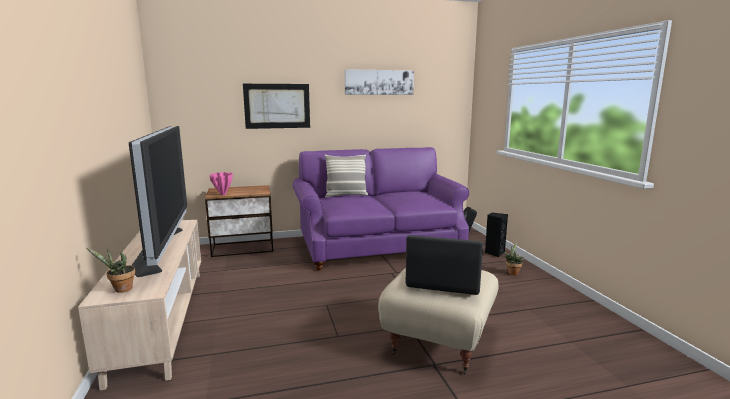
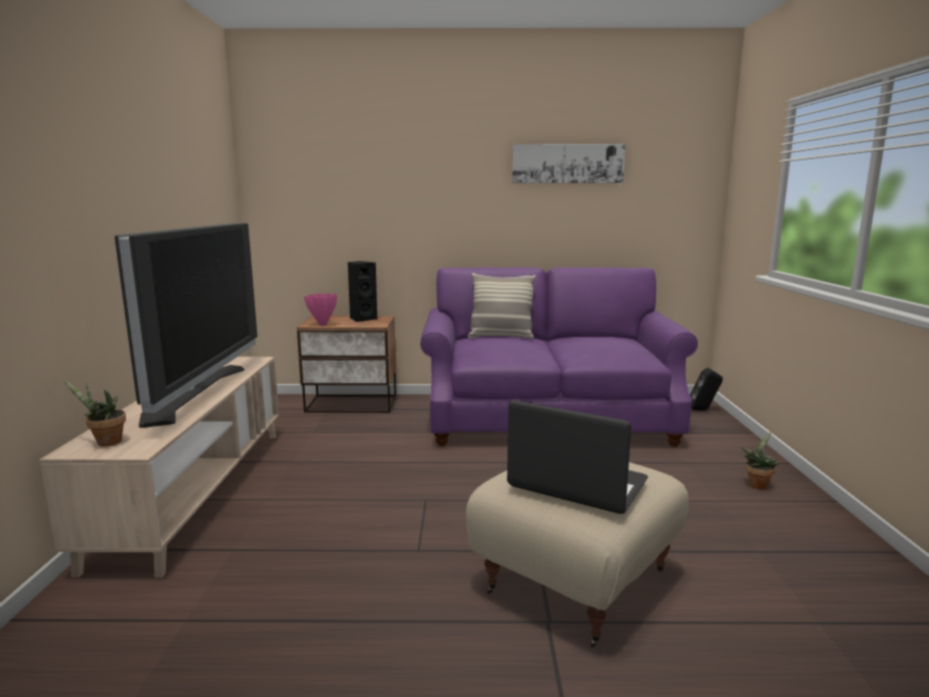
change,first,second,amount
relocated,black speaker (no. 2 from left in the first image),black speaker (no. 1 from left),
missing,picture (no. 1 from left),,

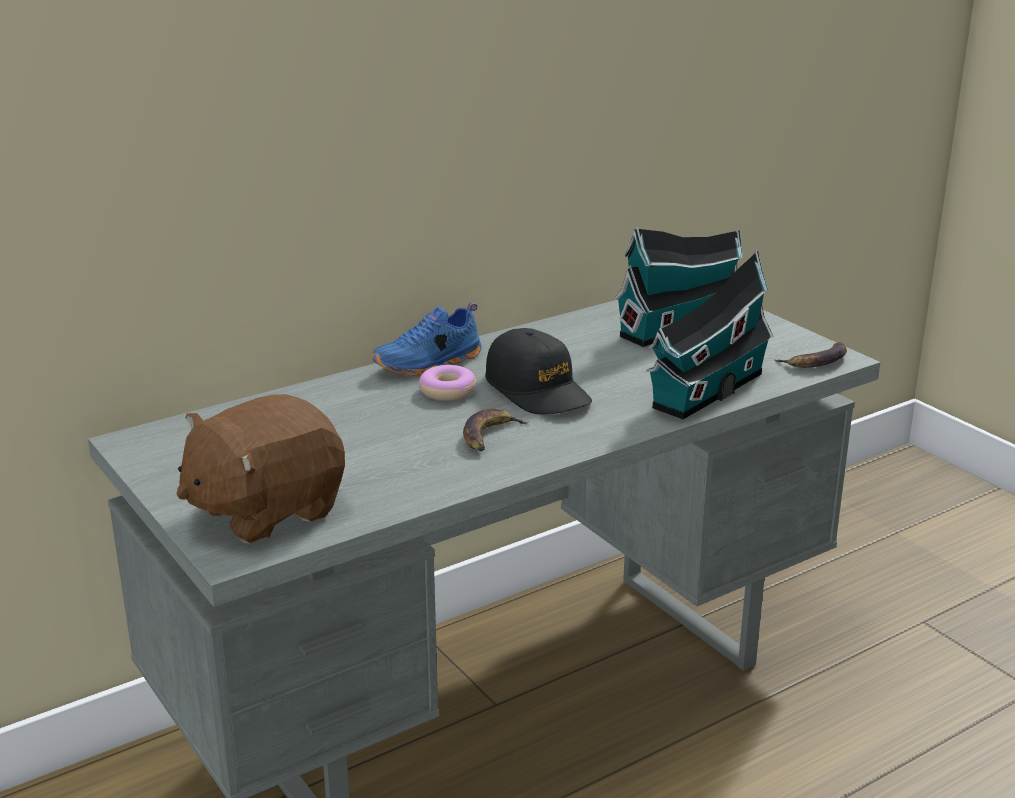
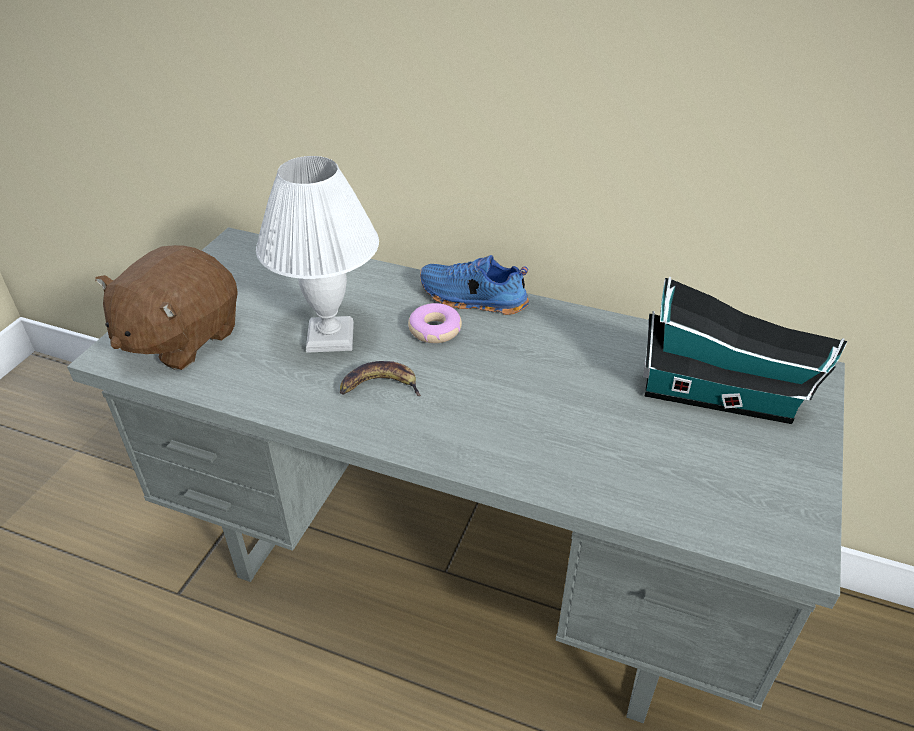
change,first,second,amount
spun,brown plush toy,,75 degrees counterclockwise
appeared,,white table lamp,
missing,black cap,,
missing,toy house (no. 2 from left),,
missing,banana (no. 2 from left),,

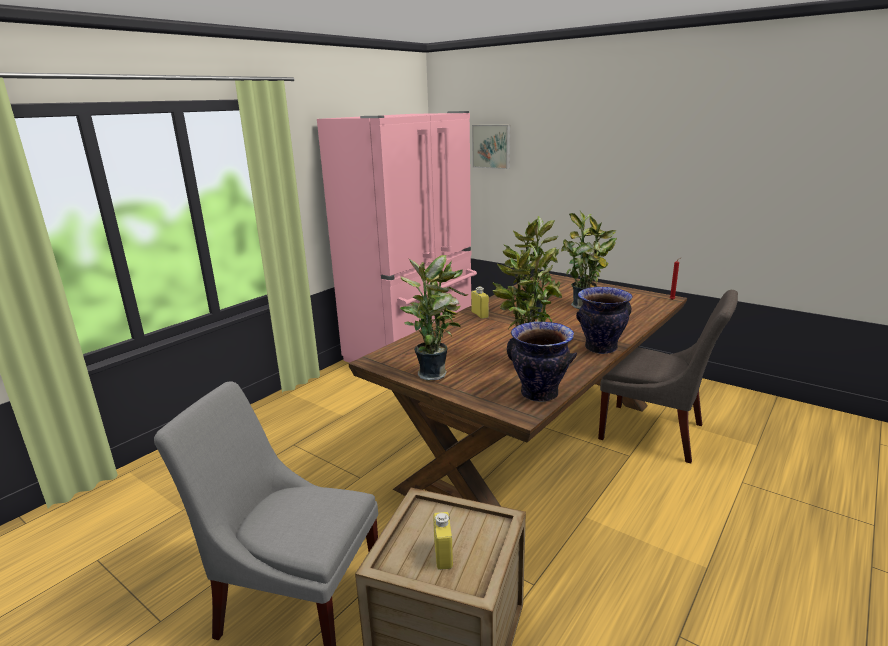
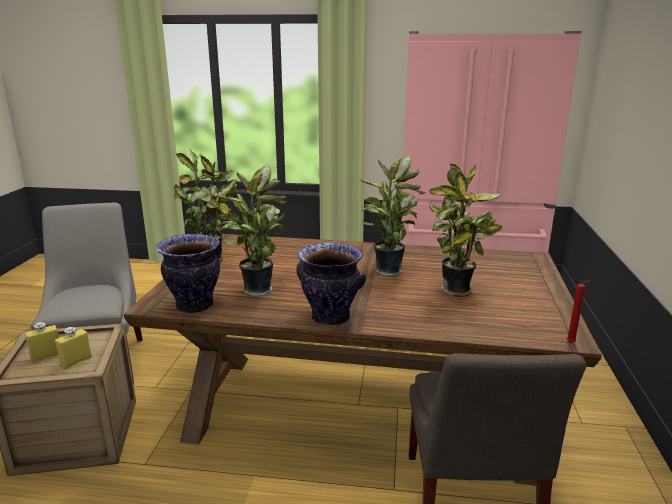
change,first,second,amount
relocated,yellow bottle (no. 2 from left),,
missing,picture,,

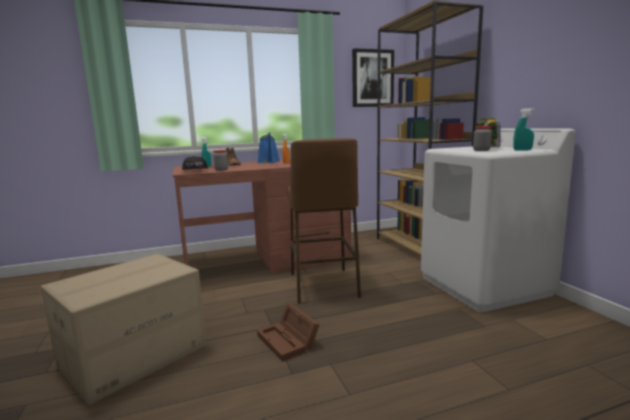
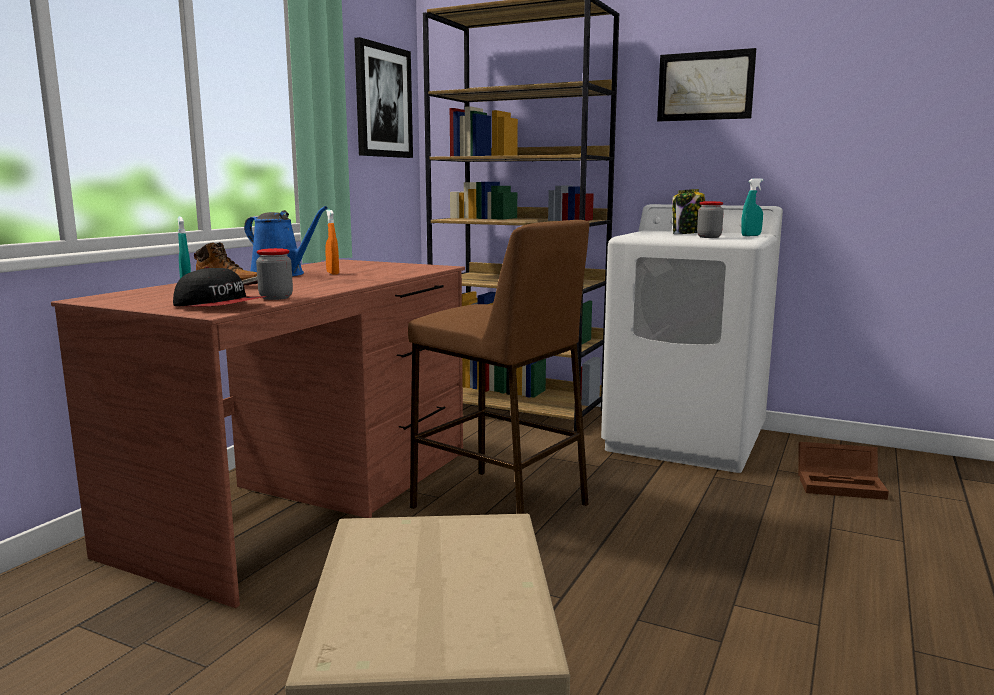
change,first,second,amount
appeared,,picture (no. 2 from left),
relocated,brown storage box,,

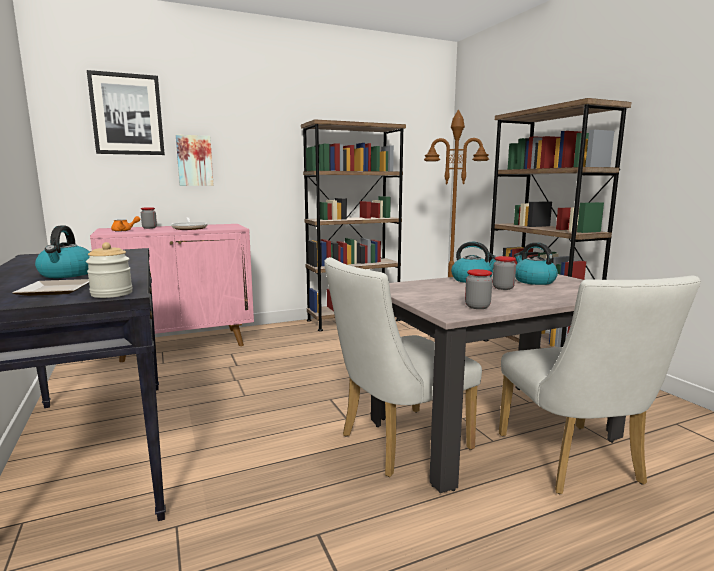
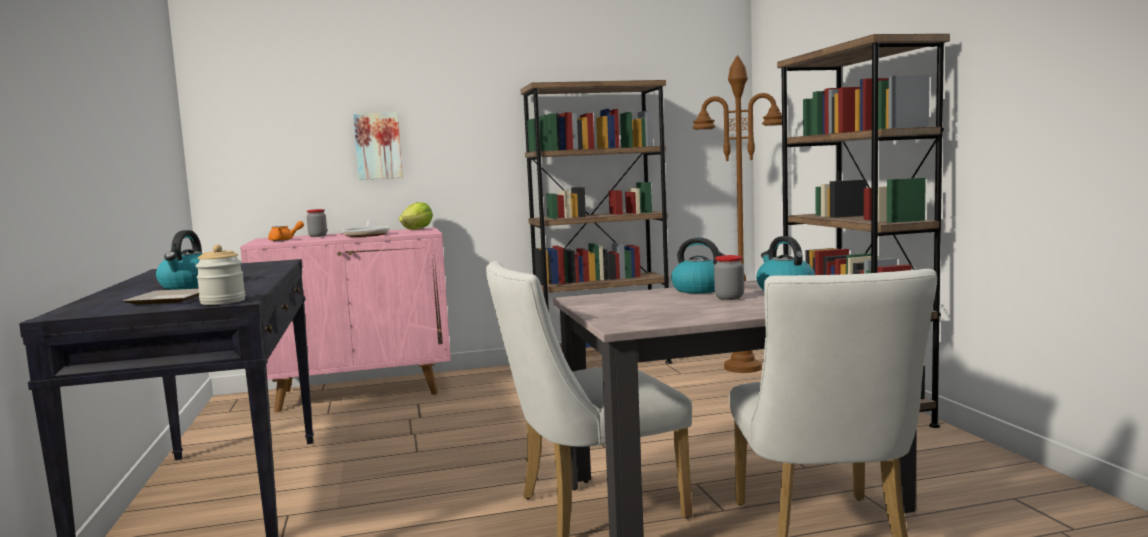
change,first,second,amount
appeared,,lettuce,
missing,picture (no. 1 from left),,
missing,jar (no. 3 from left),,

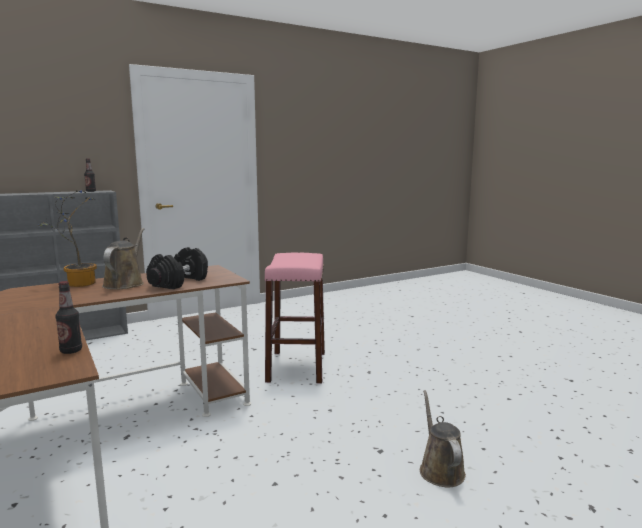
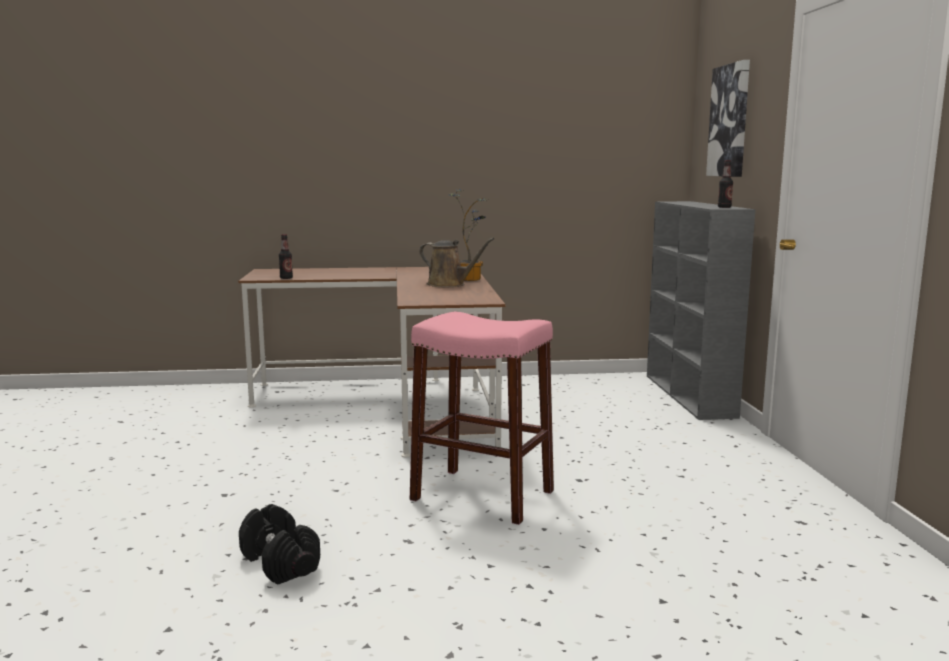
change,first,second,amount
relocated,black dumbbell,,
appeared,,picture,
missing,brown watering can (no. 2 from left),,

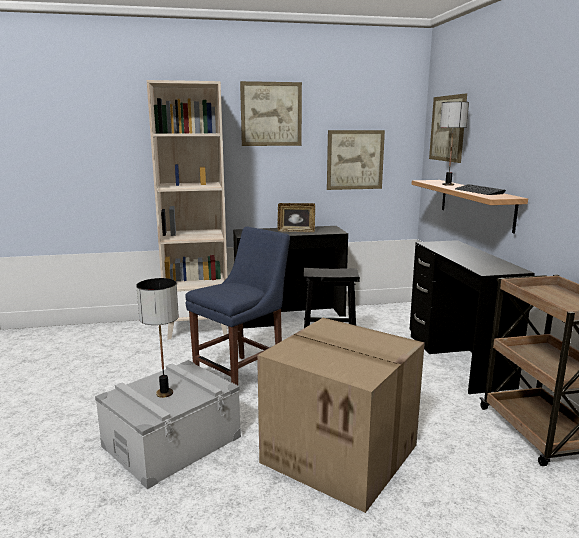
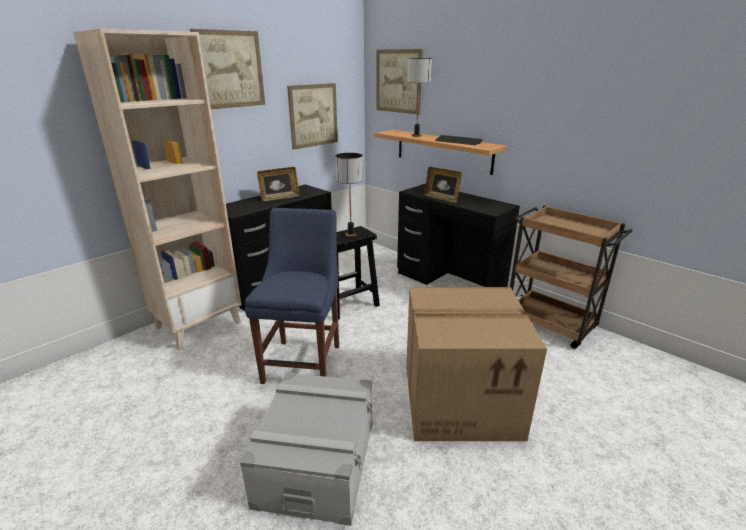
change,first,second,amount
relocated,table lamp (no. 1 from left),,
appeared,,picture frame (no. 2 from left),

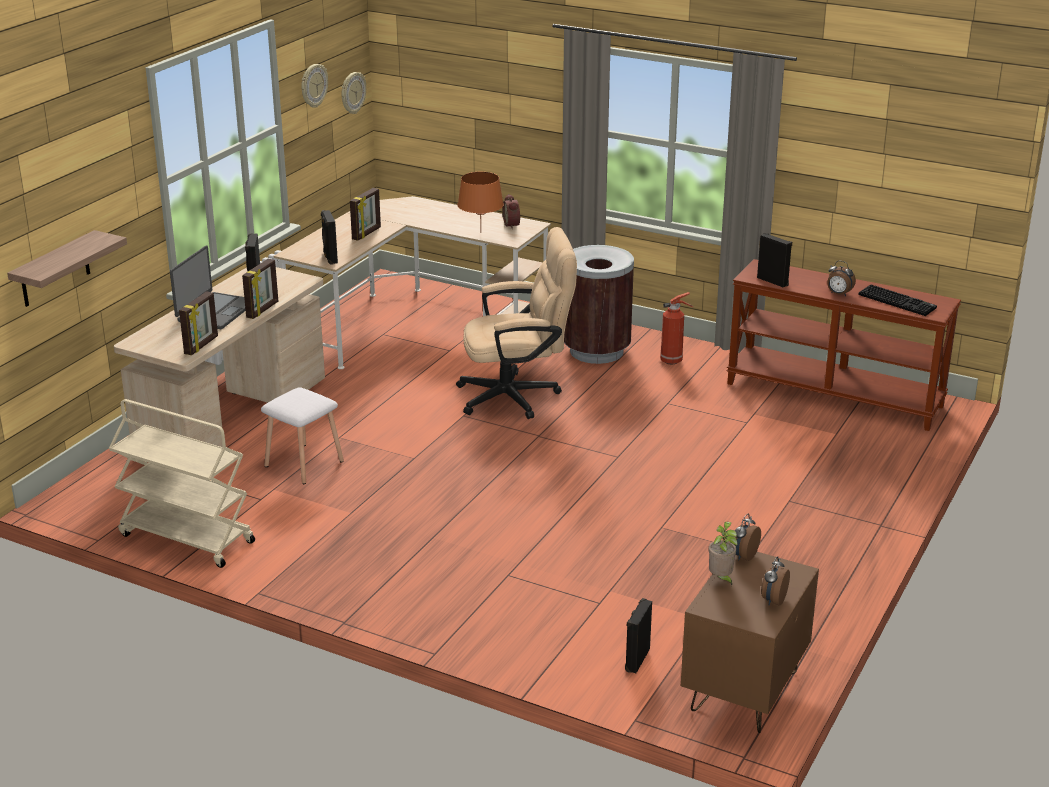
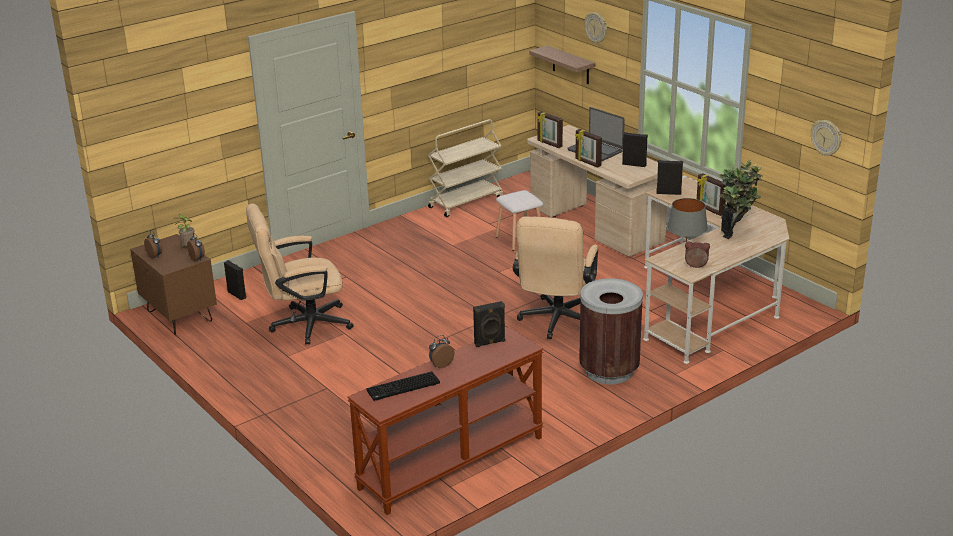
change,first,second,amount
appeared,,beige office chair (no. 1 from left),
relocated,wall clock (no. 1 from left),,
colour,orange table lamp,grey table lamp,
appeared,,potted plant (no. 2 from left),
missing,fire extinguisher,,

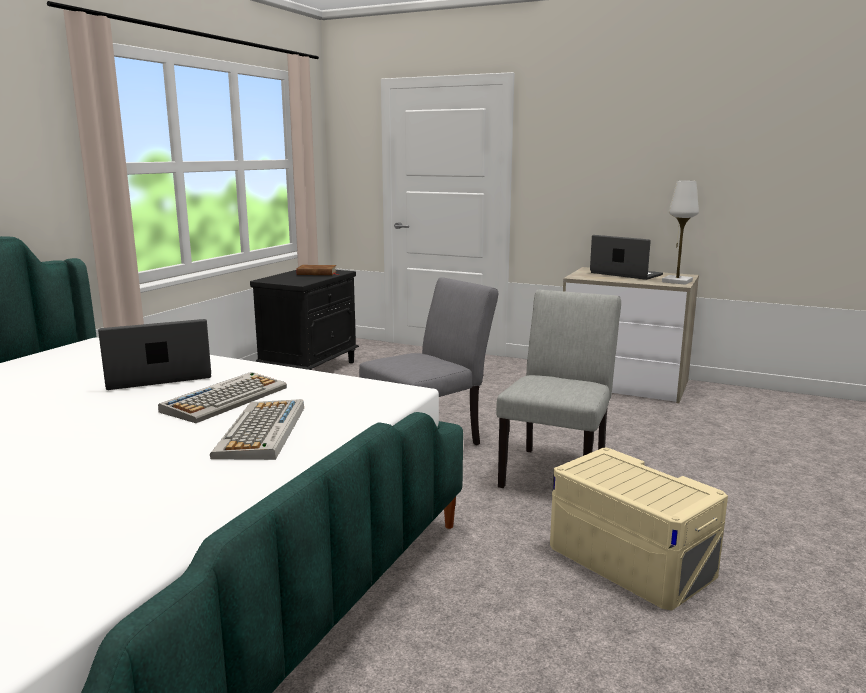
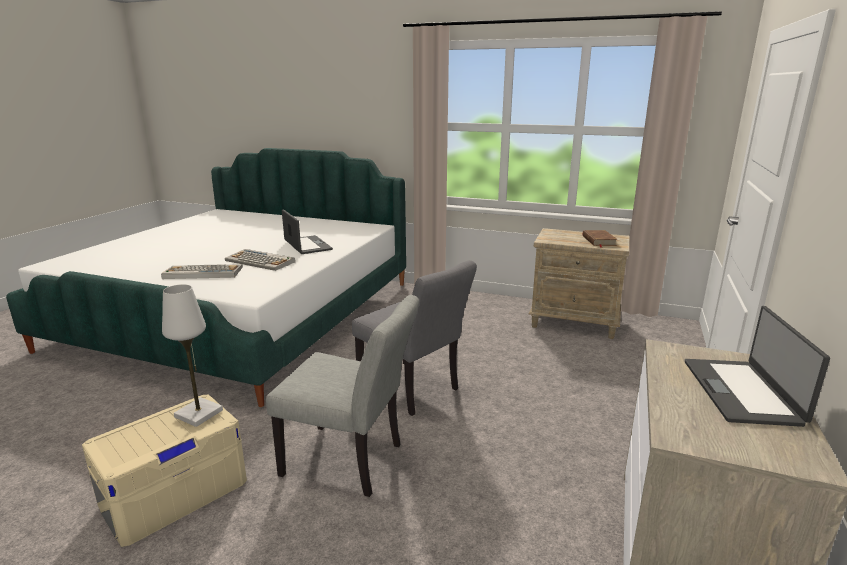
change,first,second,amount
relocated,white table lamp,,
colour,black nightstand,beige nightstand,
spun,laptop (no. 2 from left),,150 degrees clockwise

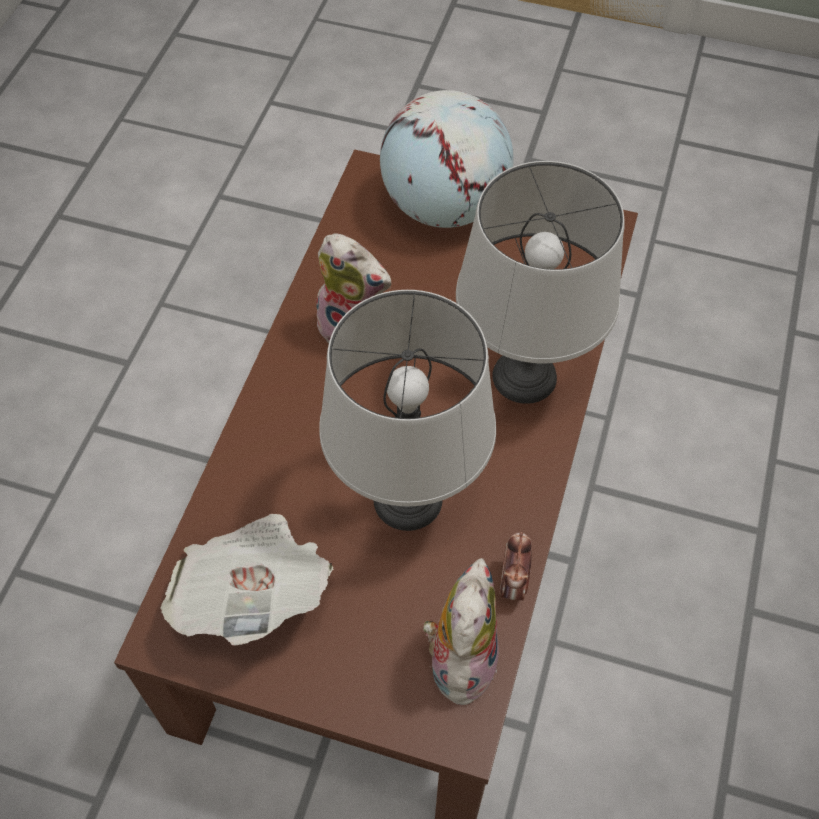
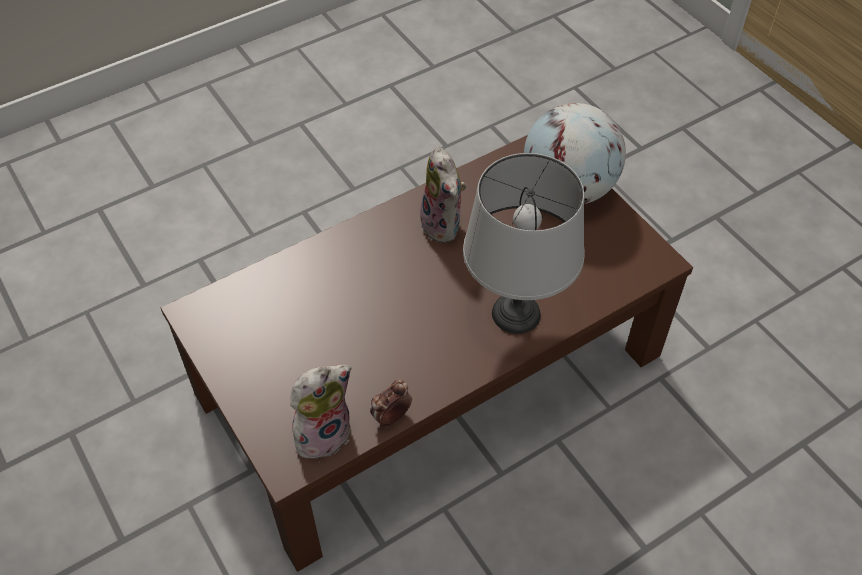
change,first,second,amount
missing,newspaper,,
missing,grey table lamp (no. 1 from left),,

